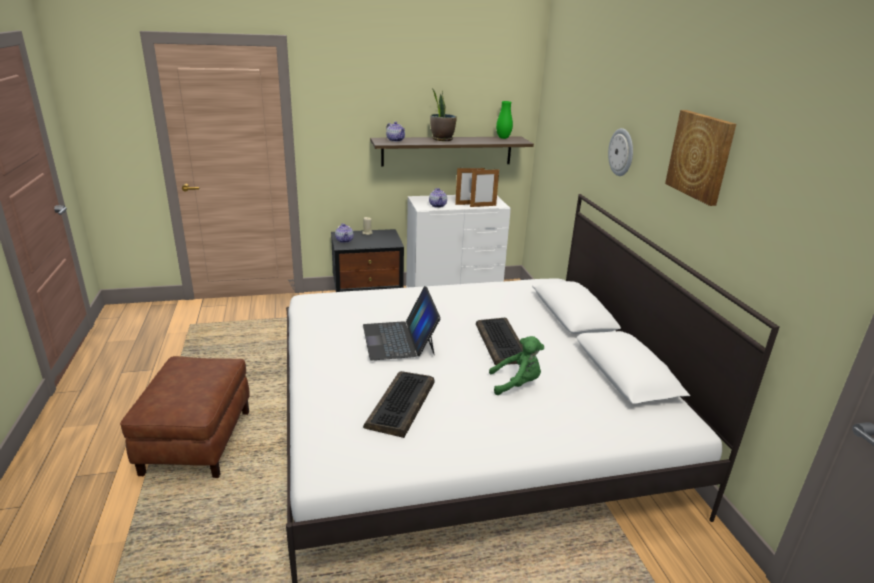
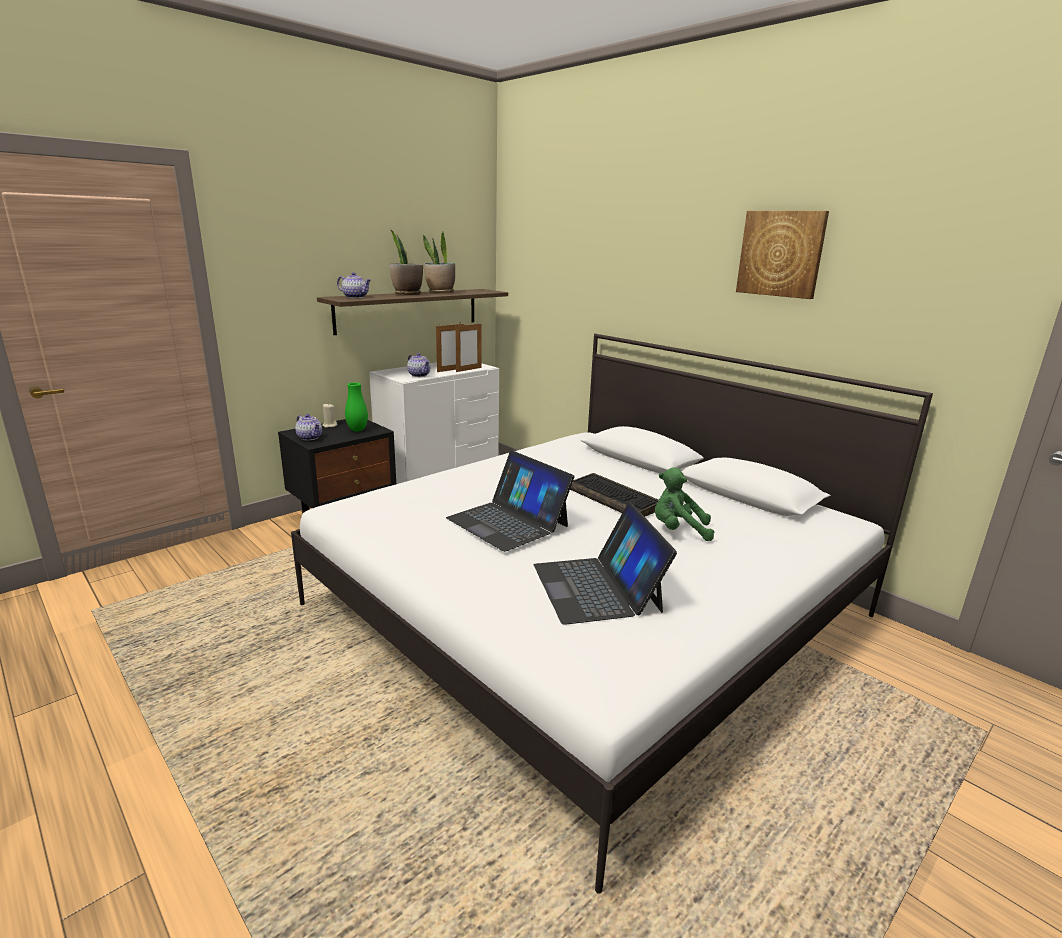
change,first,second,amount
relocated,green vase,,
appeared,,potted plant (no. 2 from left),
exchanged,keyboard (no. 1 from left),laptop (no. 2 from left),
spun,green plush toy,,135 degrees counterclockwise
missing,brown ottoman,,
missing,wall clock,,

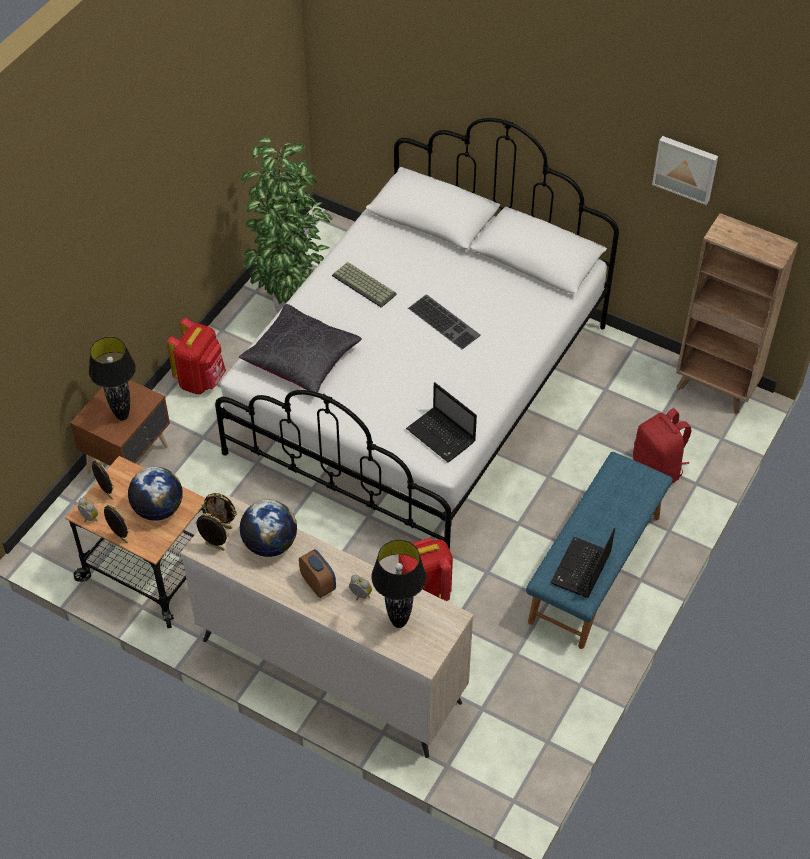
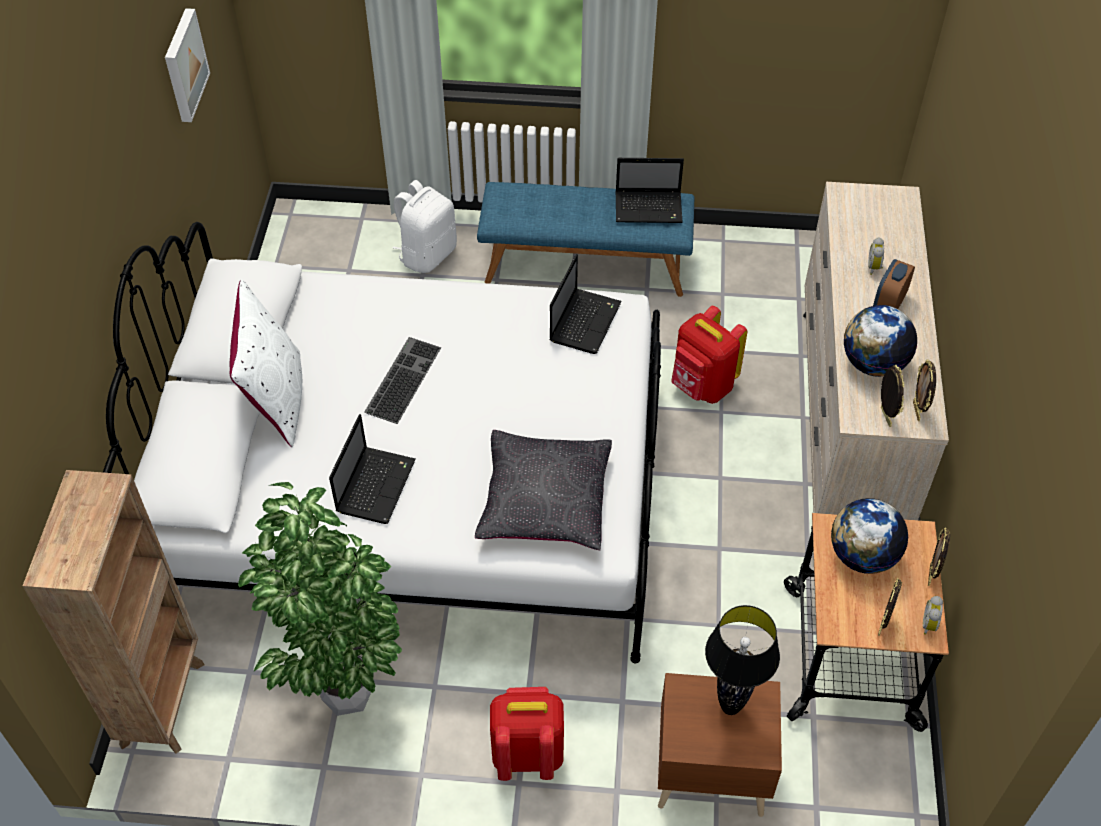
change,first,second,amount
relocated,brown bookcase,,
appeared,,white pillow,
exchanged,keyboard (no. 1 from left),laptop (no. 1 from left),
colour,red backpack (no. 3 from left),white backpack,
missing,black table lamp (no. 2 from left),,

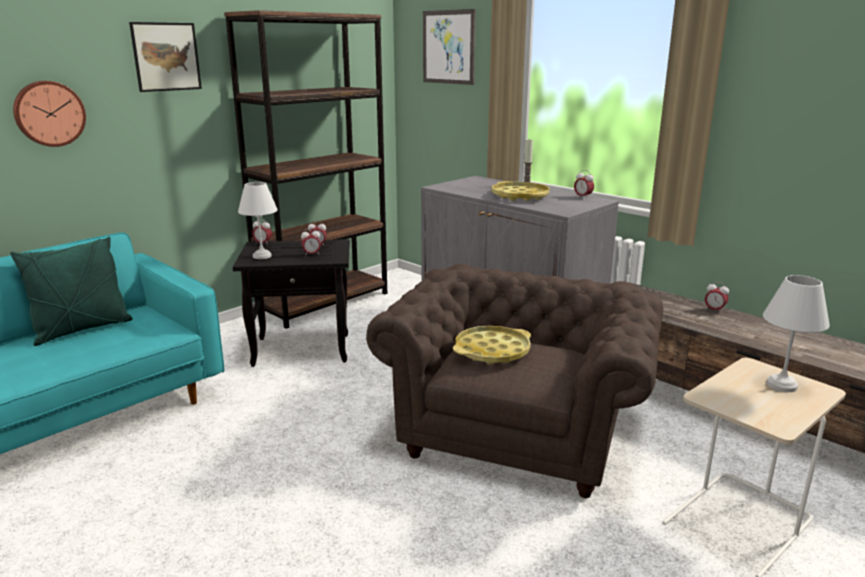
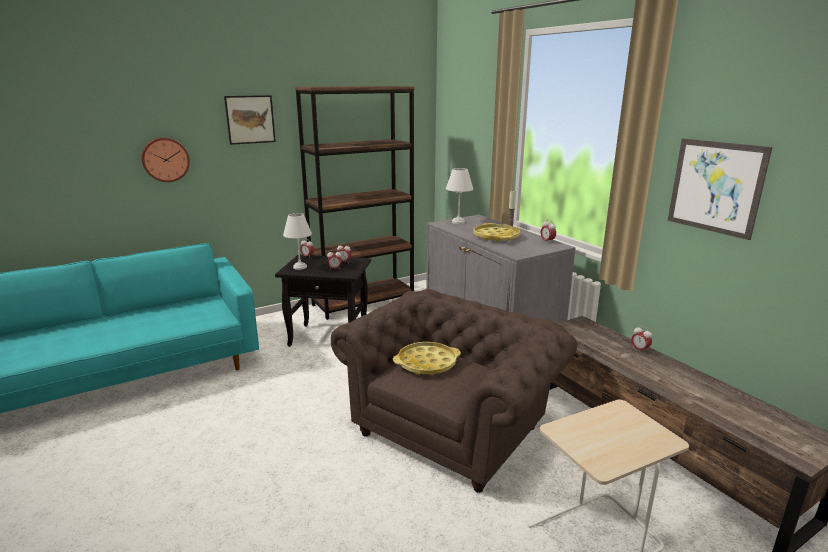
change,first,second,amount
relocated,white table lamp (no. 2 from left),,
relocated,picture (no. 2 from left),,
missing,green pillow,,

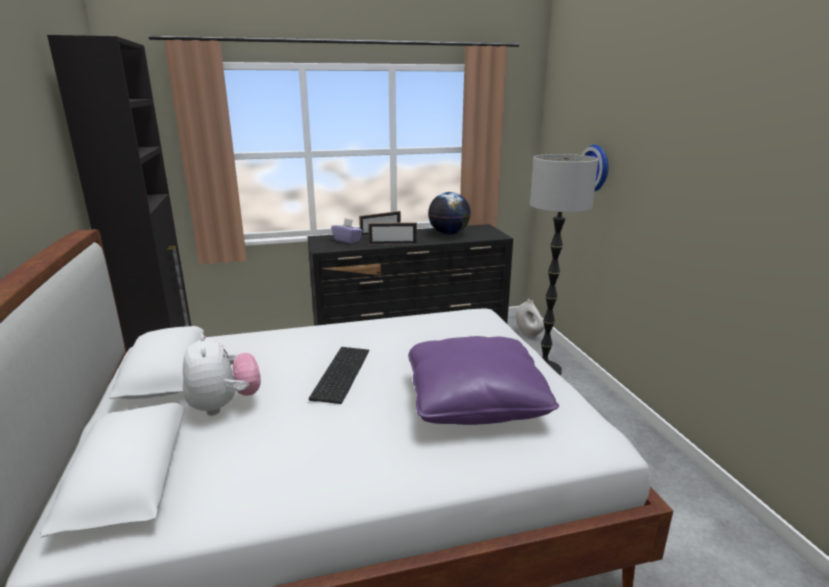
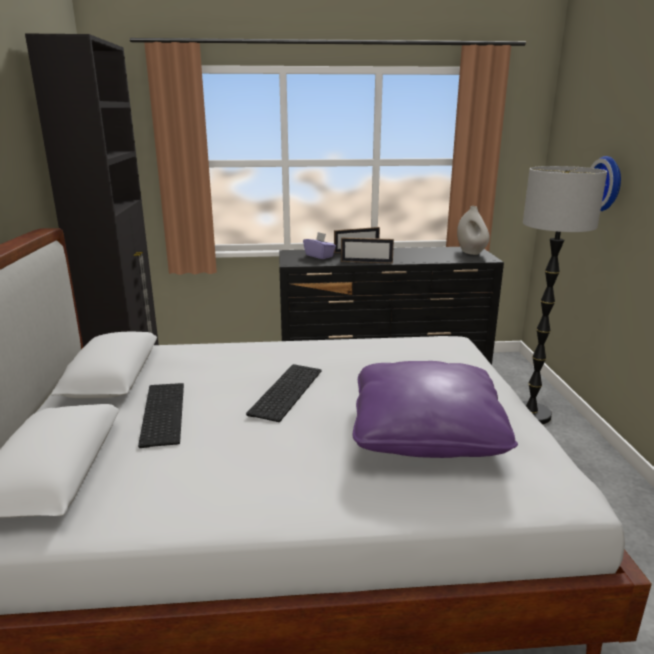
change,first,second,amount
exchanged,plush toy,keyboard (no. 1 from left),
relocated,white vase,,
missing,globe,,

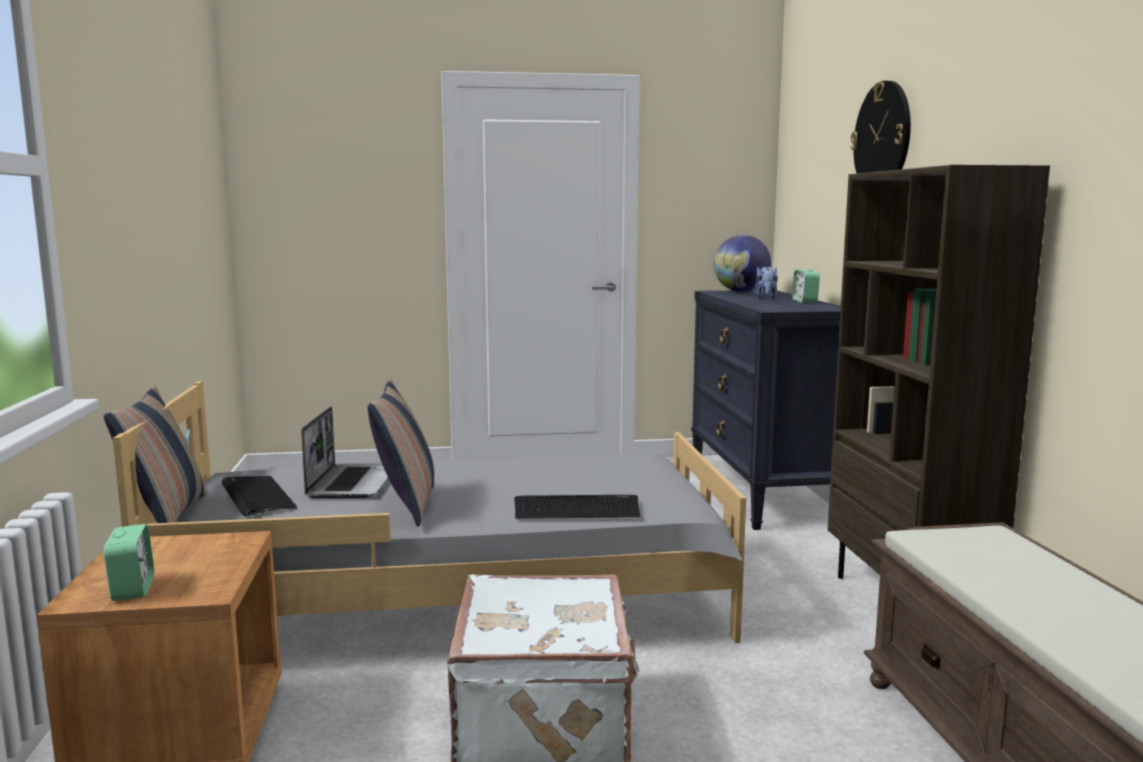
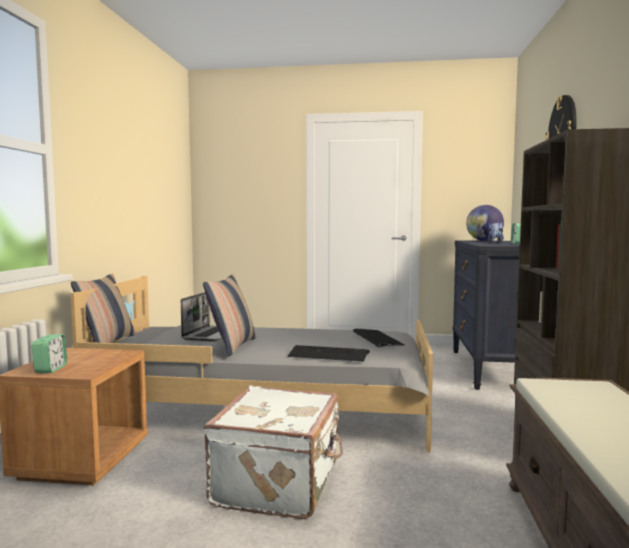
change,first,second,amount
relocated,keyboard (no. 1 from left in the first image),keyboard (no. 2 from left),

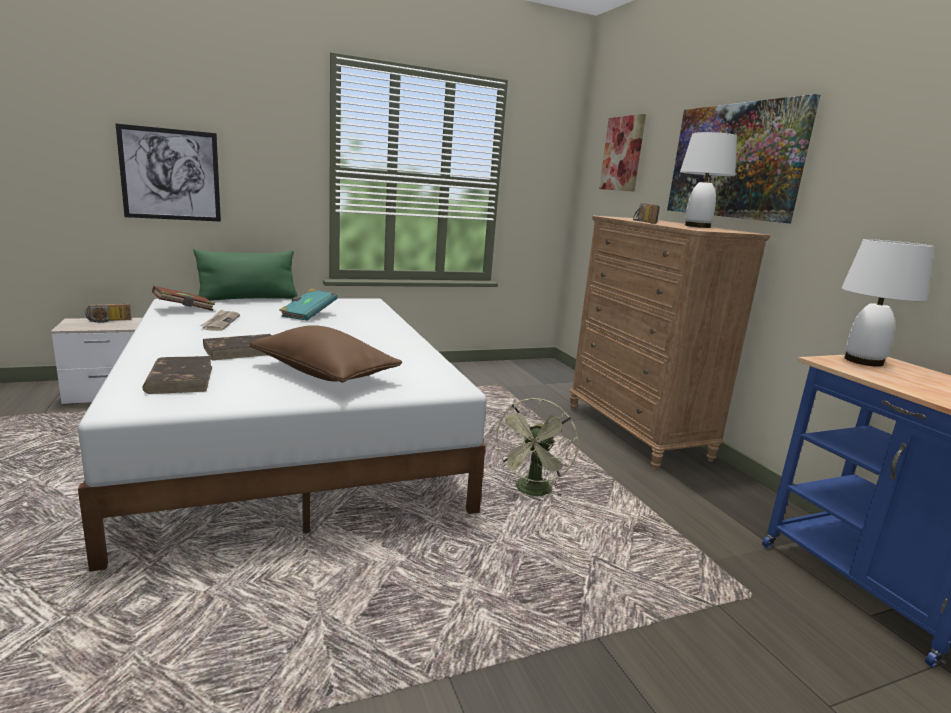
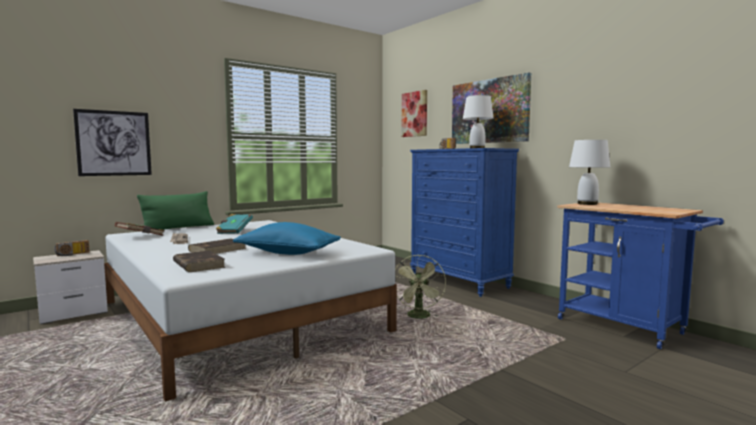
change,first,second,amount
colour,brown pillow,blue pillow,
colour,brown dresser,blue dresser,

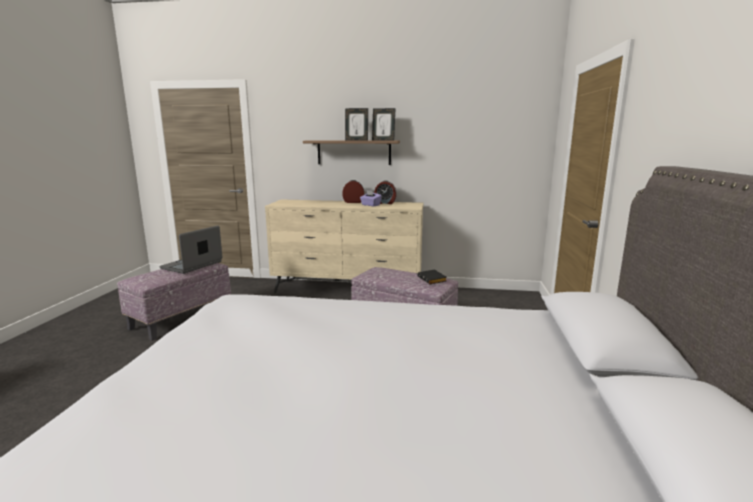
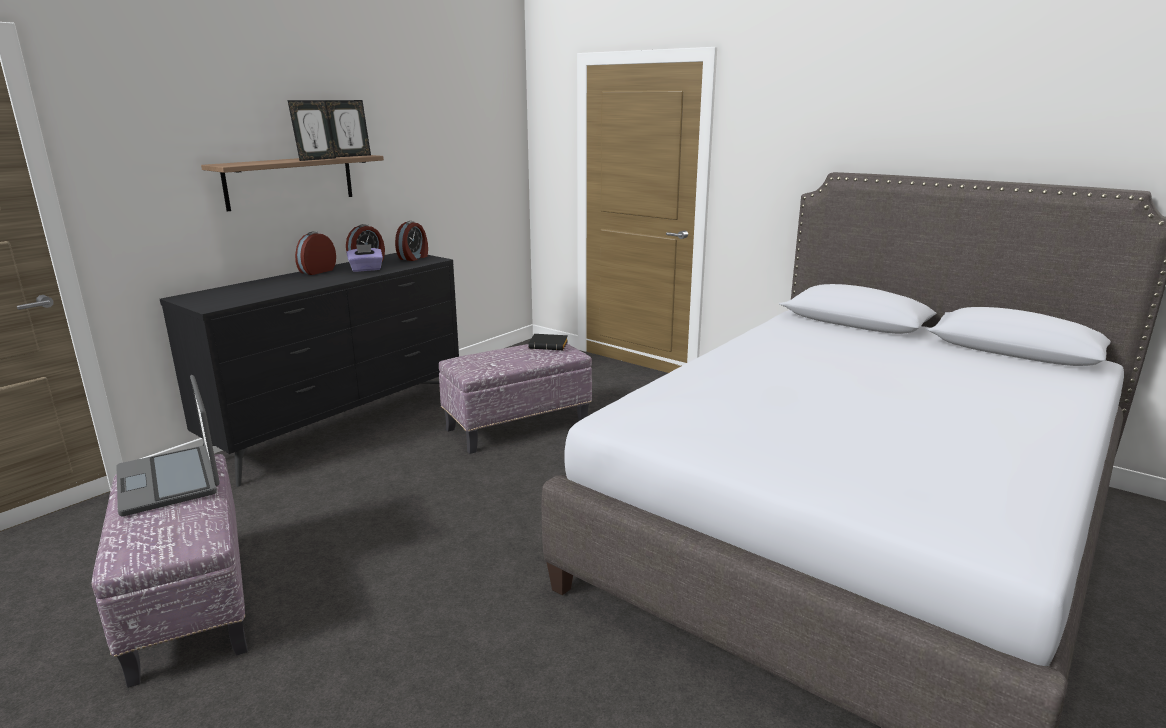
change,first,second,amount
colour,beige dresser,black dresser,
appeared,,alarm clock (no. 3 from left),

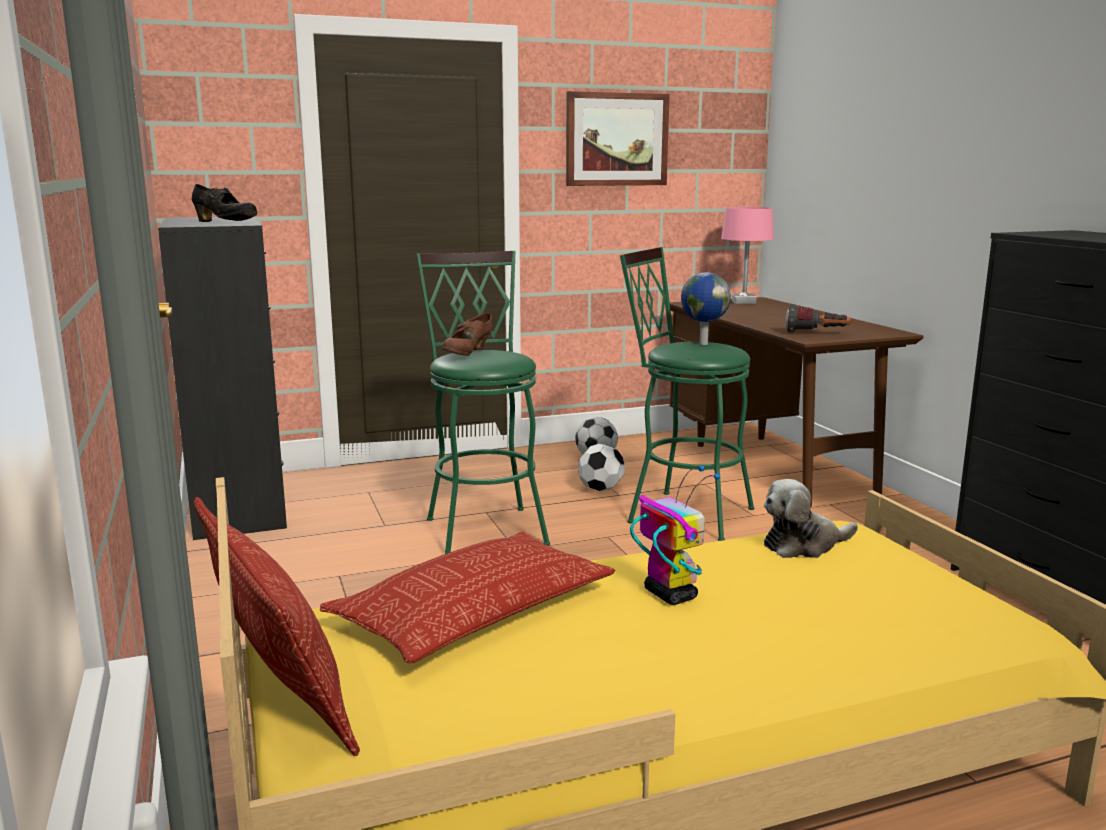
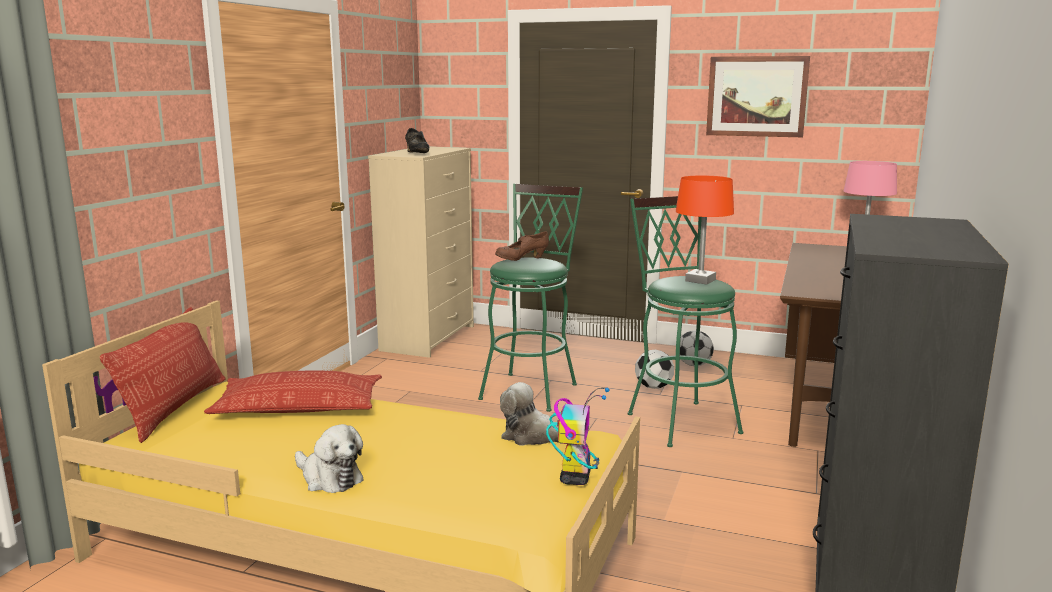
change,first,second,amount
appeared,,plush toy (no. 1 from left),
colour,black dresser (no. 1 from left),beige dresser,
relocated,toy robot,,
exchanged,globe,orange table lamp,
missing,flashlight,,

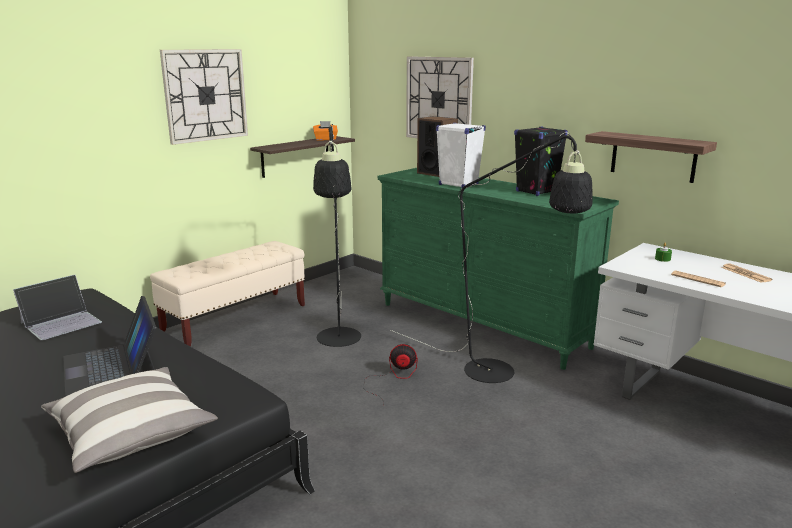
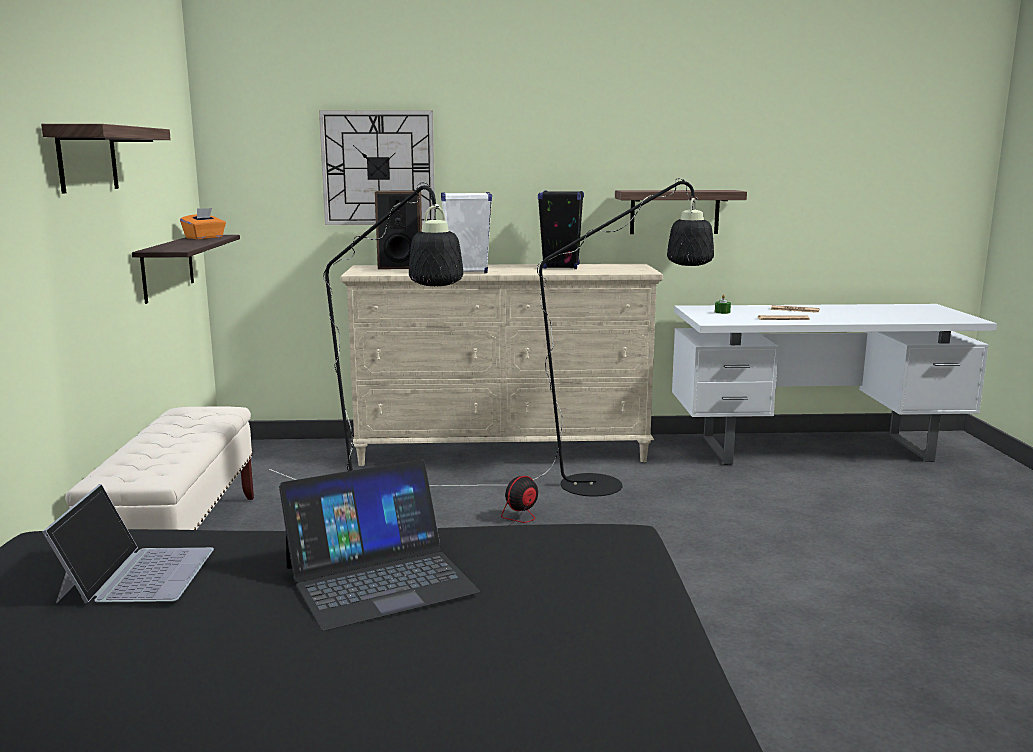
change,first,second,amount
exchanged,wall clock (no. 1 from left),shelf (no. 1 from left),
spun,laptop (no. 2 from left),,45 degrees counterclockwise
colour,green dresser,beige dresser,
missing,pillow,,

